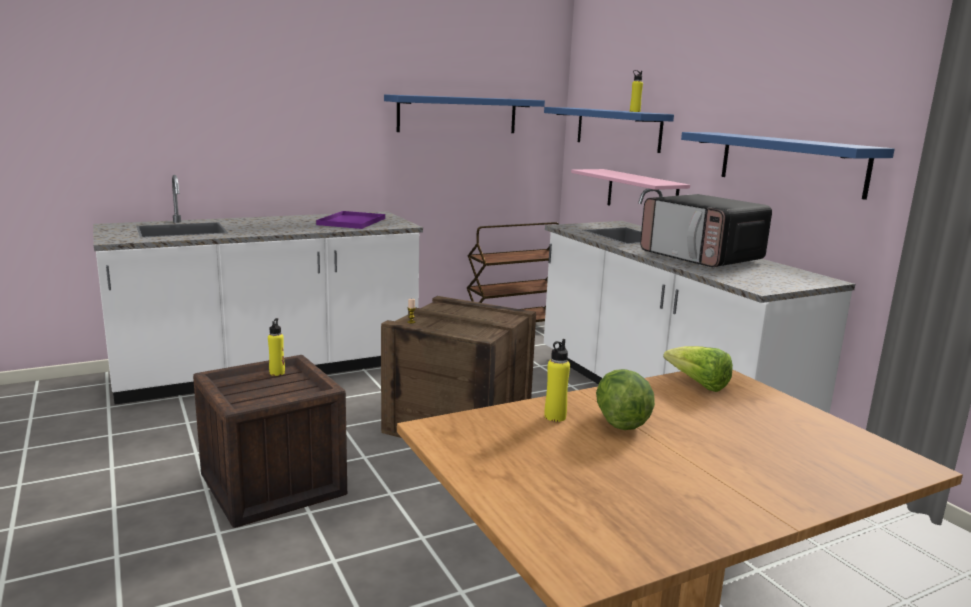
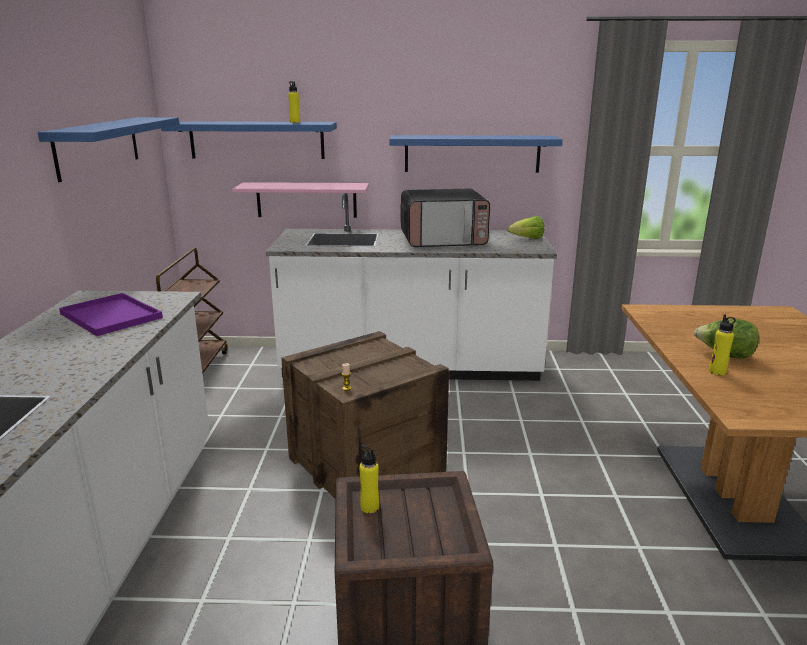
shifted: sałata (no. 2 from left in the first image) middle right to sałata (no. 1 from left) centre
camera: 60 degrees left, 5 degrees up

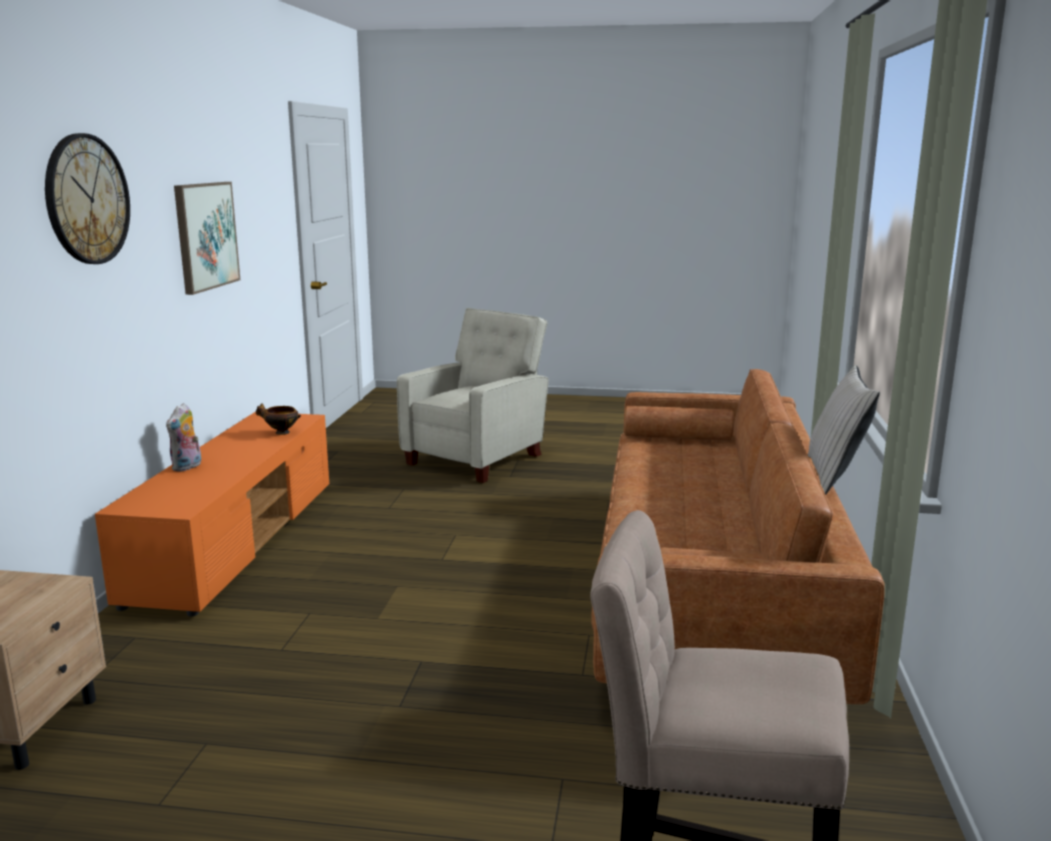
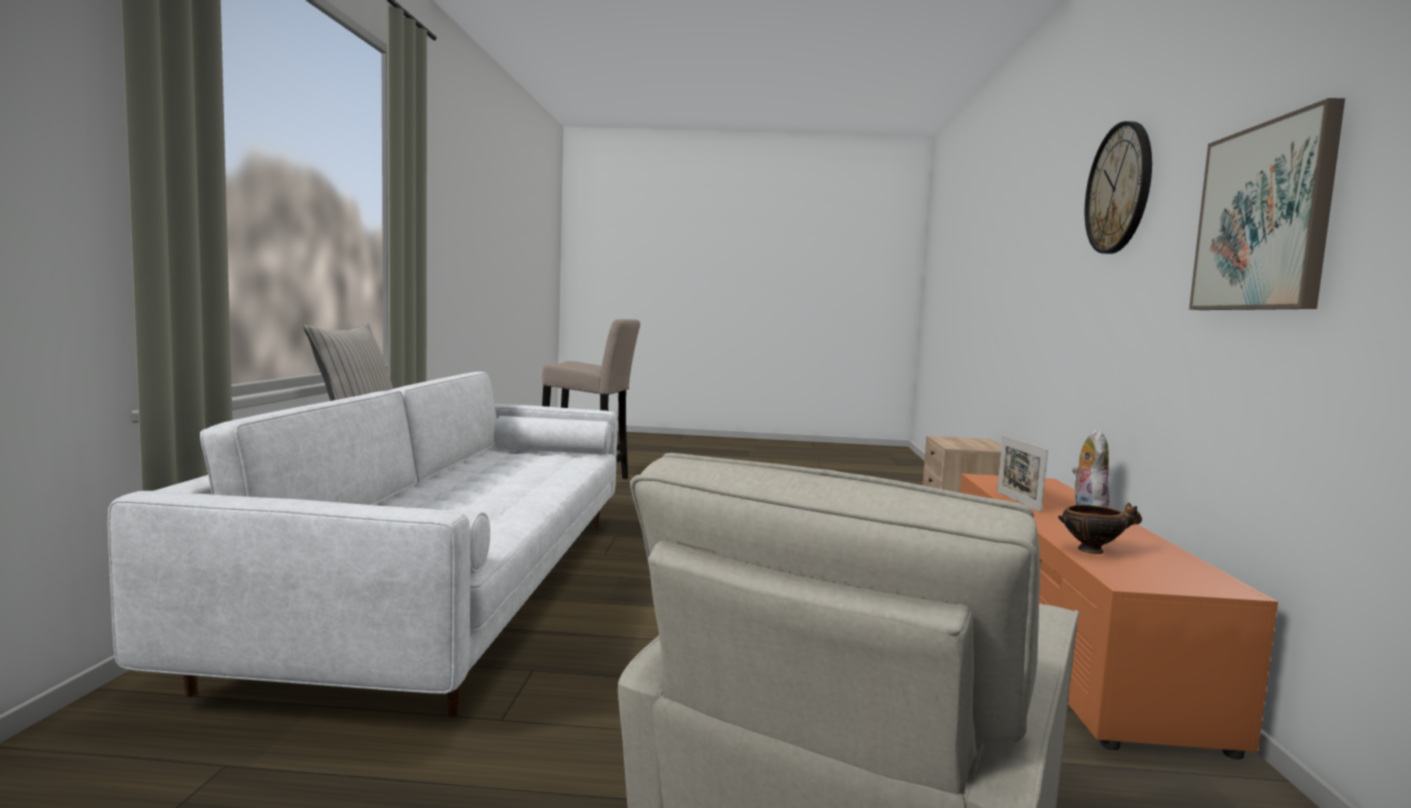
new: ramka na zdjęcie middle right
repainted: kanapa (brązowy) middle right to kanapa (biały) bottom left
camera: 175 degrees right, 10 degrees down

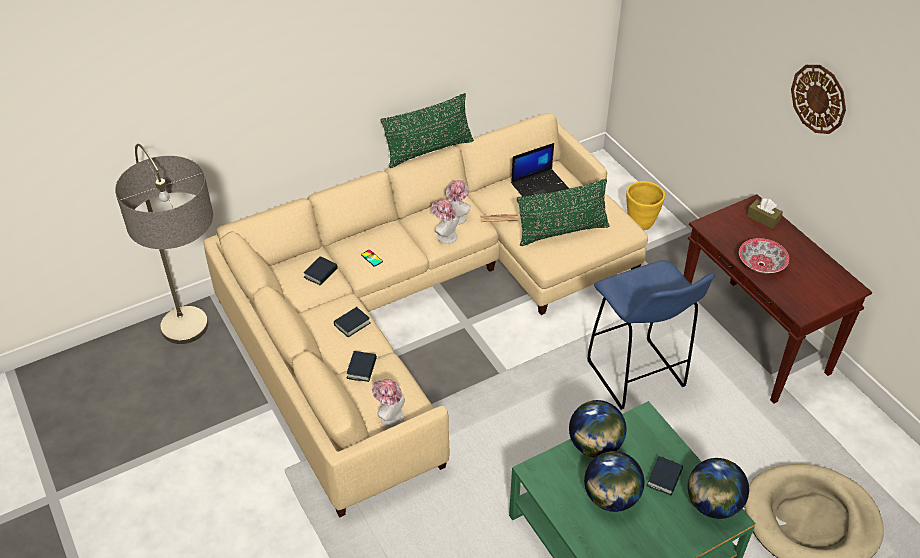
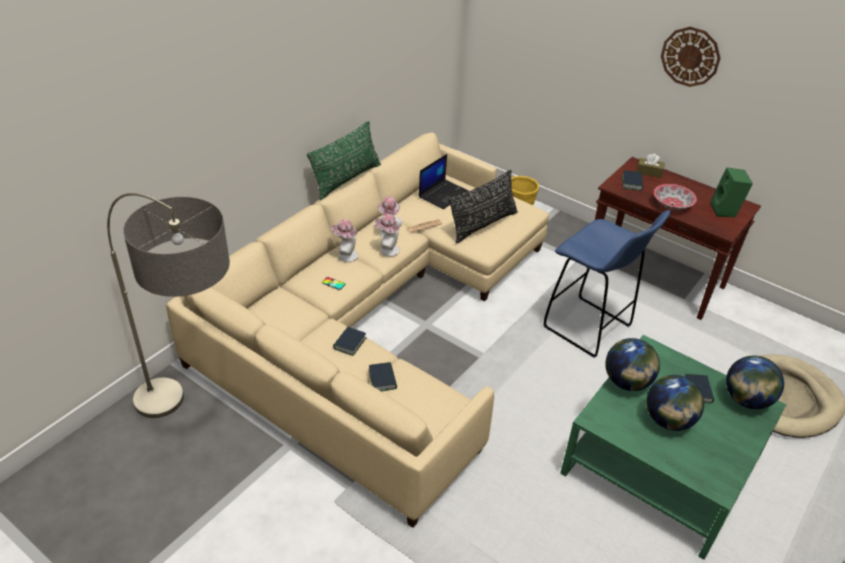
new: głośnik (zielony) middle right
shifted: książka (no. 1 from left in the first image) centre to książka (no. 3 from left) top right; kapelusz (no. 1 from left) bottom centre to centre
repainted: poduszka (zielony) (no. 2 from left) centre to poduszka (czarny) centre
camera: 25 degrees left, 5 degrees down

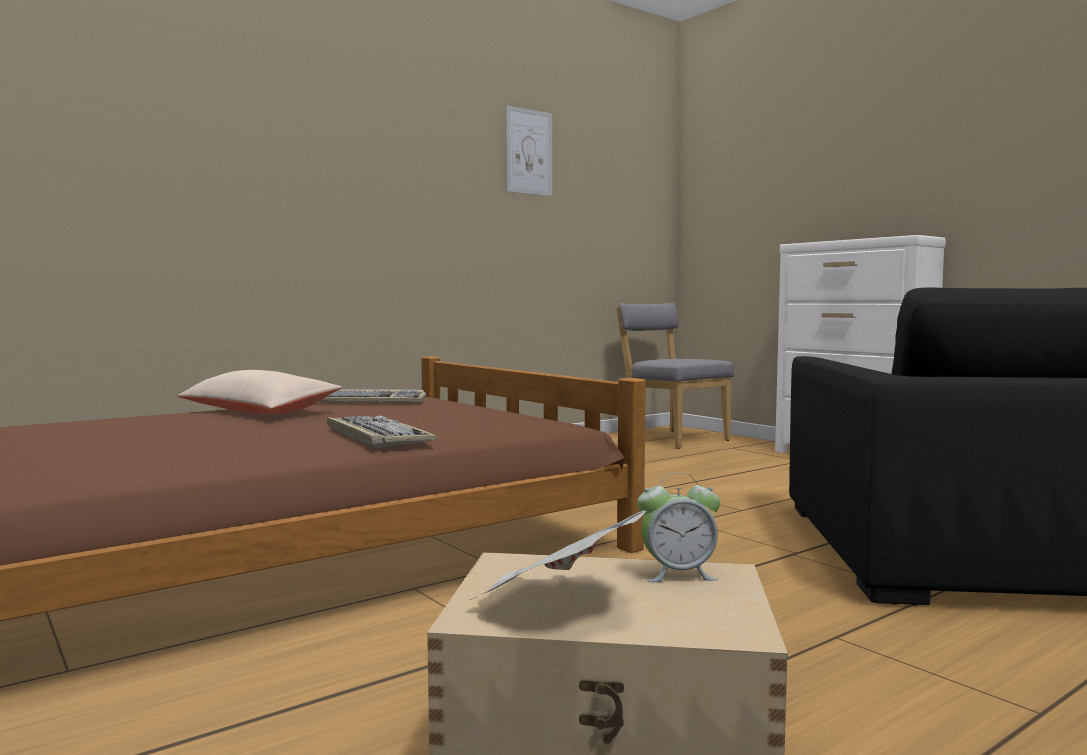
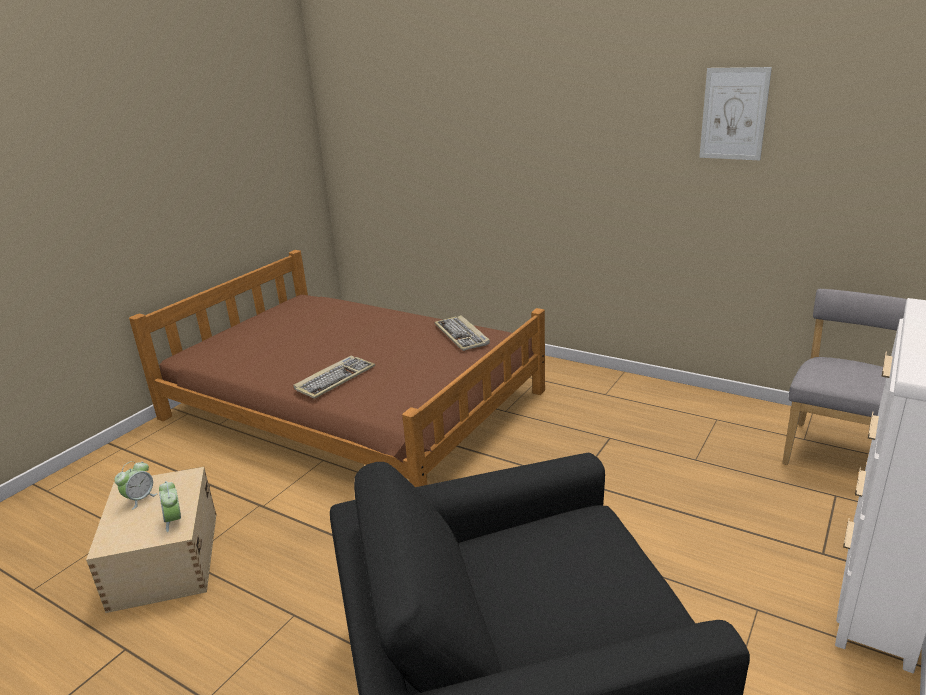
gone: poduszka (beżowy) middle left
swapped: gazeta bottom centre to budzik (no. 1 from left) bottom left
camera: 70 degrees right, 20 degrees up

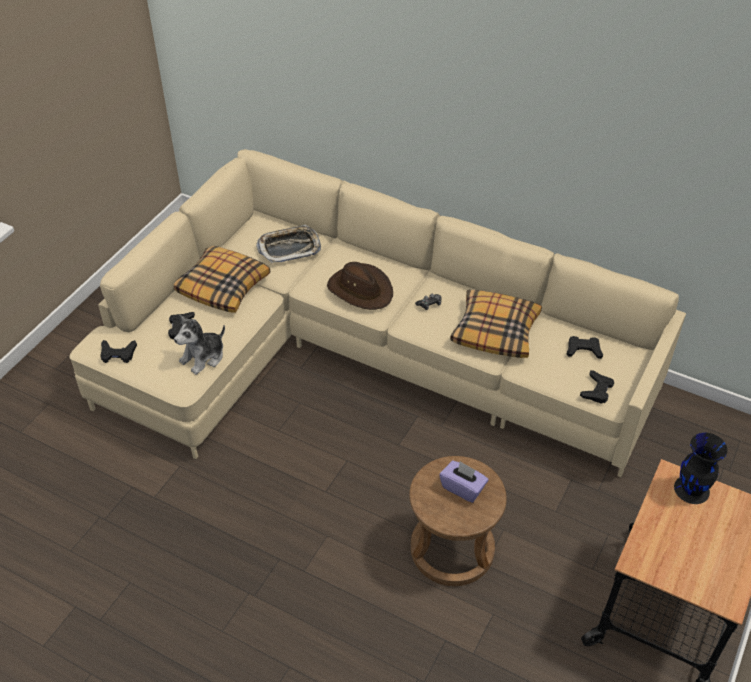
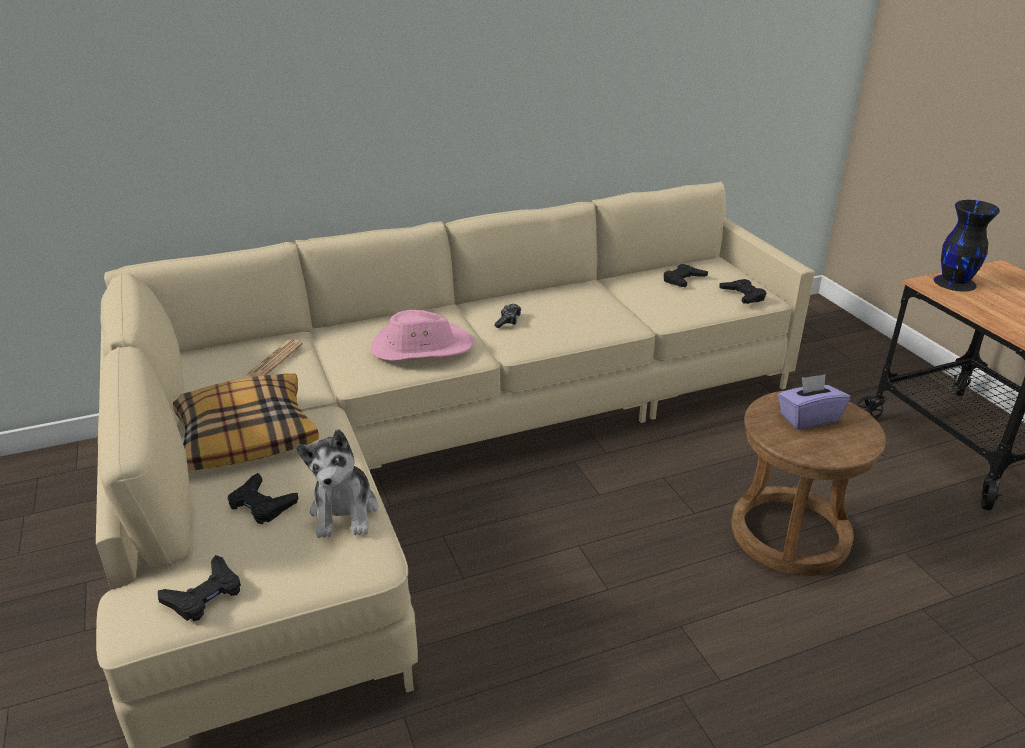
gone: poduszka (no. 2 from left) centre
swapped: taca centre to gazeta middle left
repainted: kapelusz (brązowy) centre to kapelusz (różowy) centre
camera: 50 degrees left, 15 degrees down

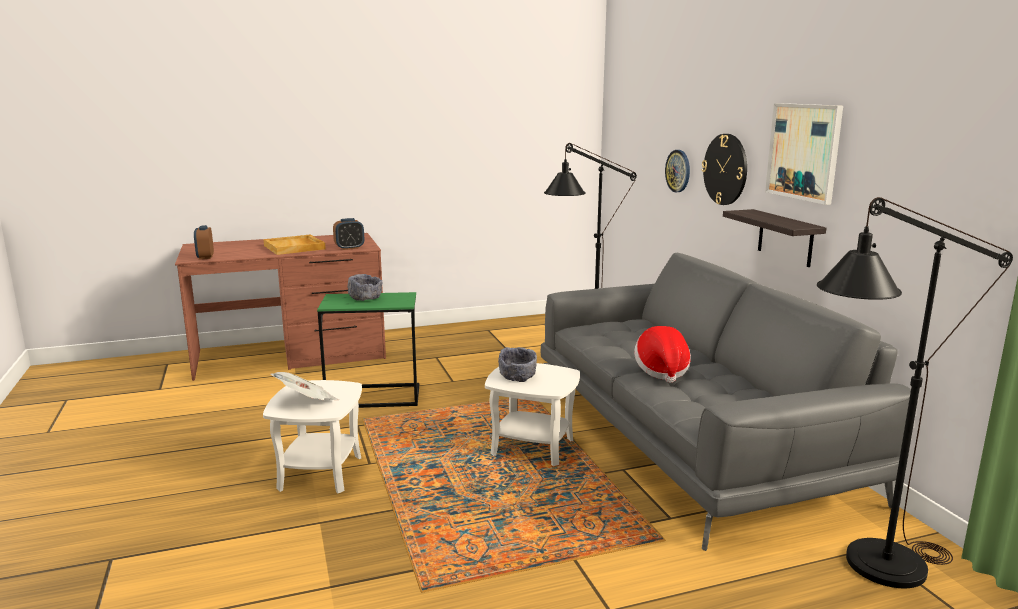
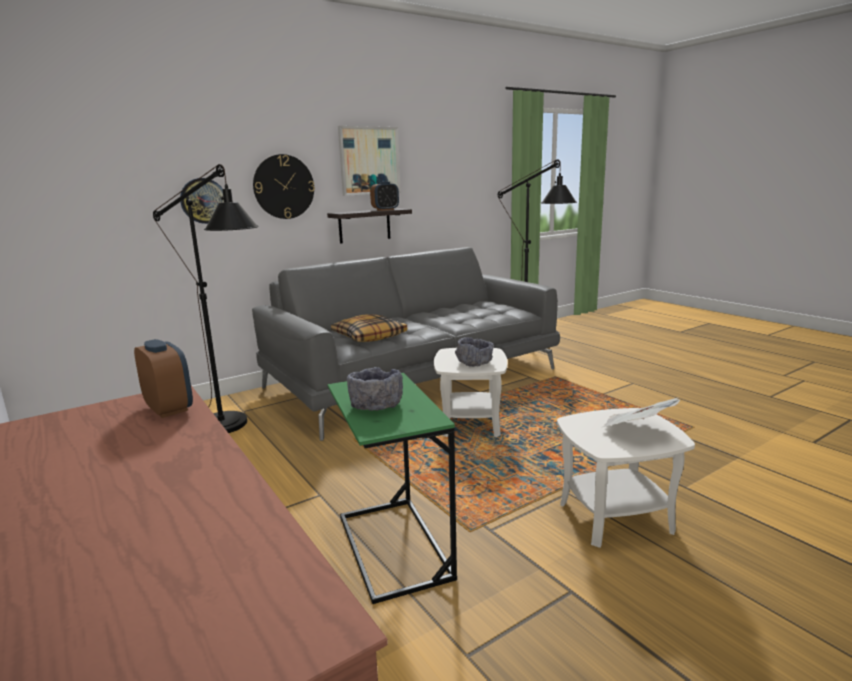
gone: taca (beżowy) middle left; kapelusz centre
new: poduszka centre
shifted: budzik (no. 1 from left in the first image) middle left to budzik (no. 2 from left) top centre
camera: 105 degrees left, 0 degrees up

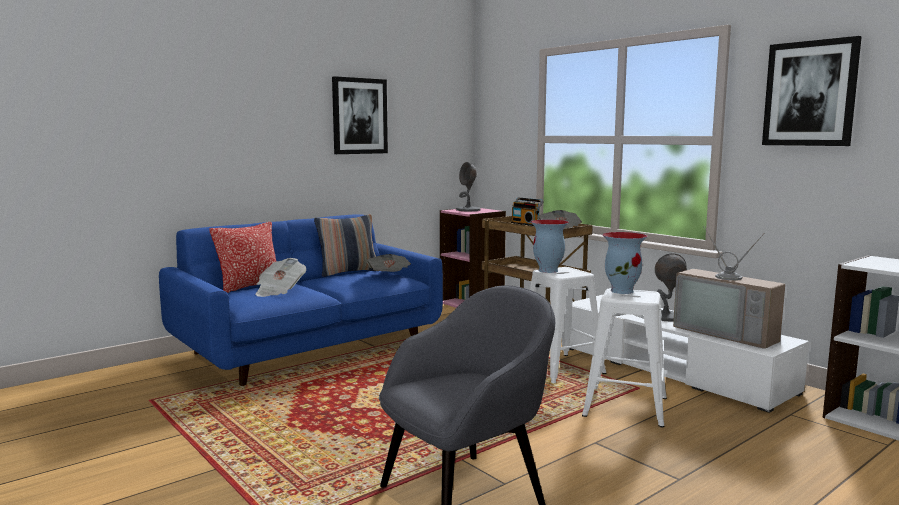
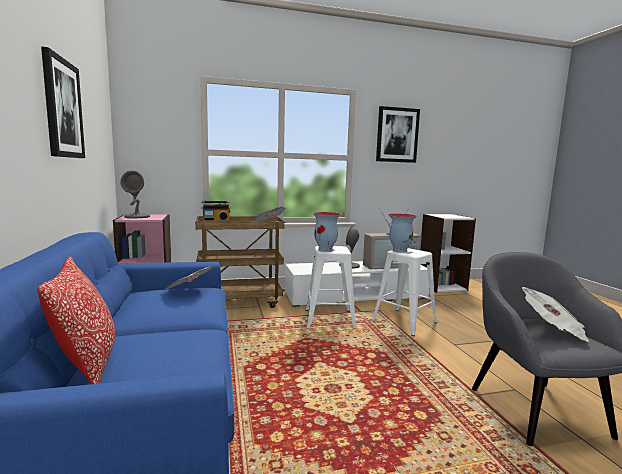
gone: poduszka (no. 2 from left) centre
shifted: gazeta (no. 1 from left in the first image) middle left to gazeta (no. 3 from left) middle right
camera: 65 degrees left, 0 degrees up

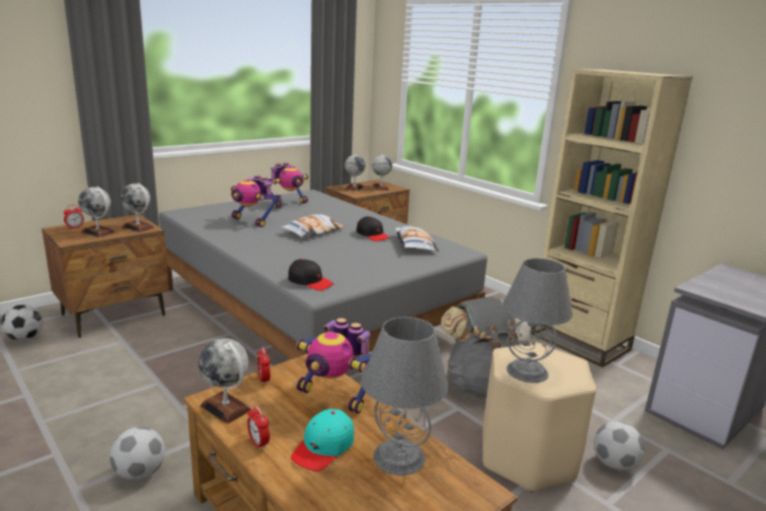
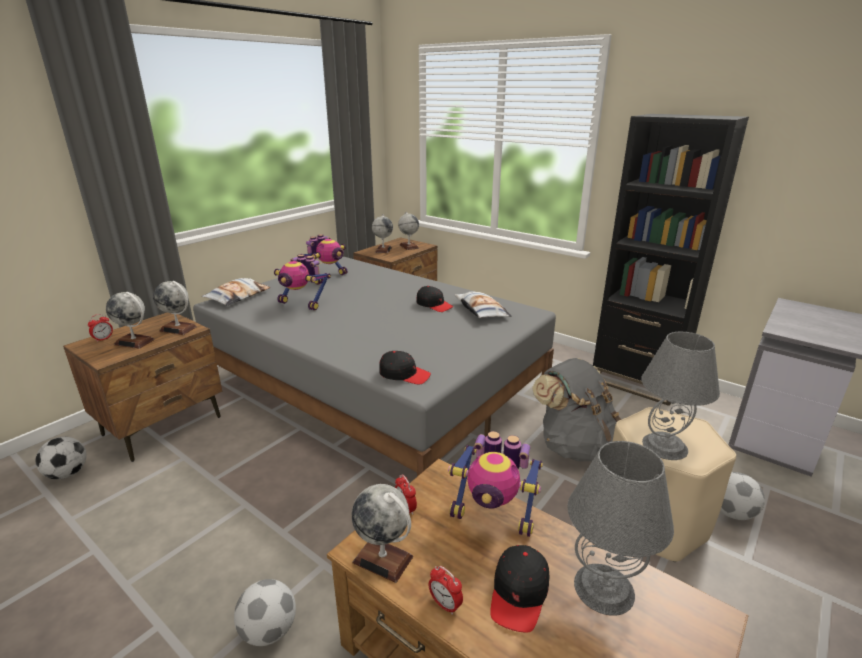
shifted: poduszka (no. 1 from left) centre to middle left
repainted: czapka z daszkiem (turkusowy) bottom centre to czapka z daszkiem (czarny) (no. 3 from left) bottom centre; regał (beżowy) middle right to regał (czarny) middle right
camera: 10 degrees left, 5 degrees up

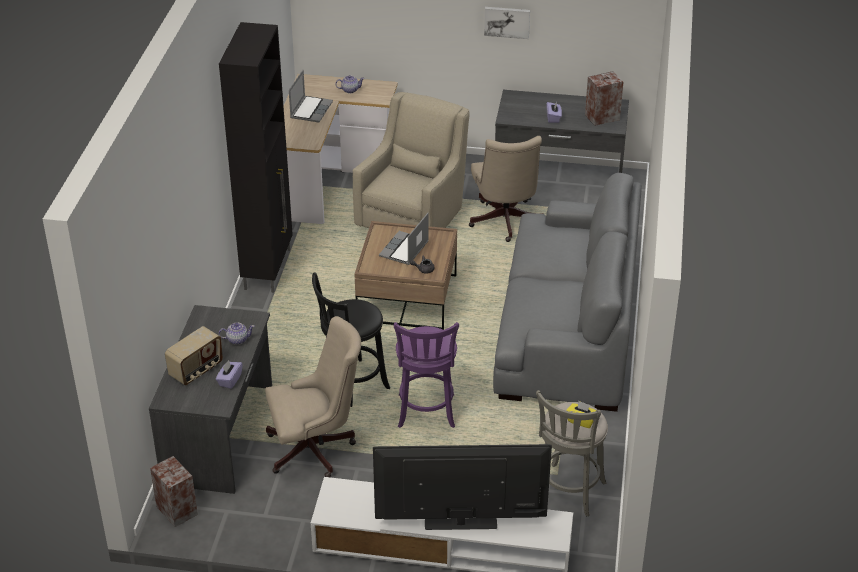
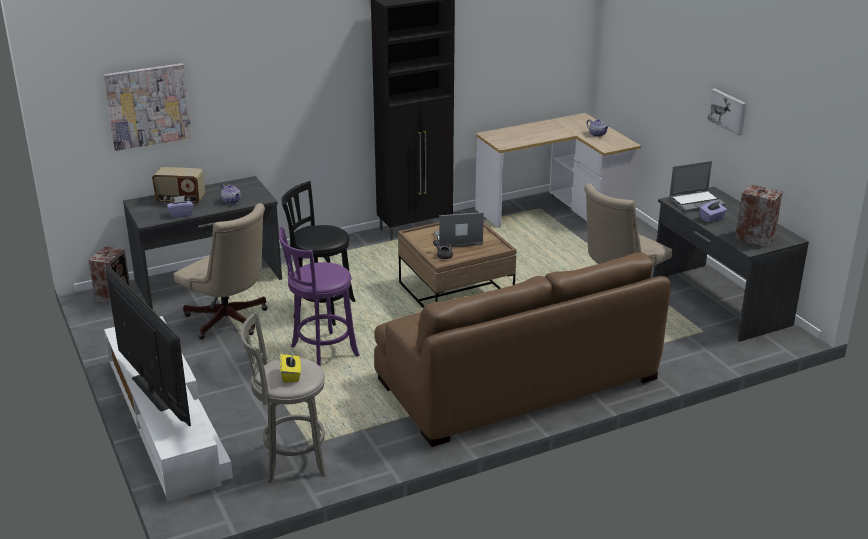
gone: fotel (beżowy) top centre
new: obraz (no. 1 from left) top left
shifted: laptop (no. 1 from left in the first image) top centre to laptop (no. 2 from left) middle right
repainted: kanapa (szary) centre to kanapa (brązowy) centre
camera: 55 degrees right, 10 degrees down

